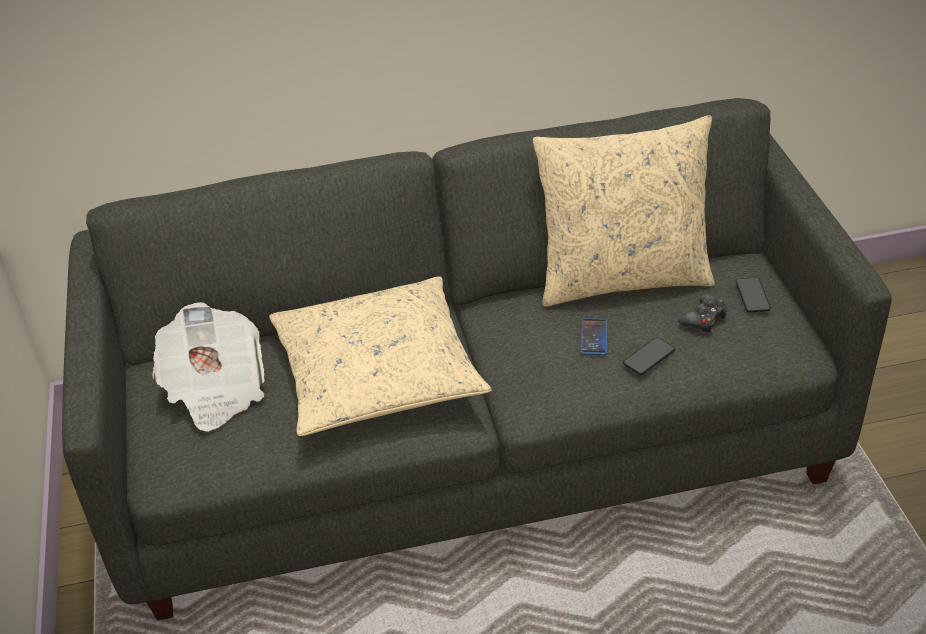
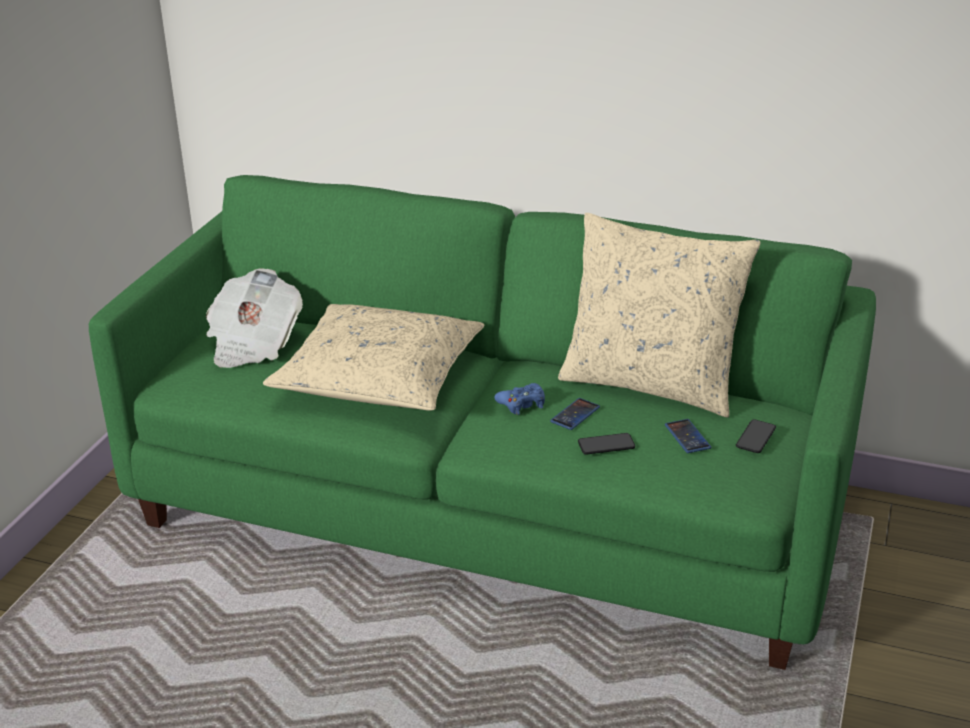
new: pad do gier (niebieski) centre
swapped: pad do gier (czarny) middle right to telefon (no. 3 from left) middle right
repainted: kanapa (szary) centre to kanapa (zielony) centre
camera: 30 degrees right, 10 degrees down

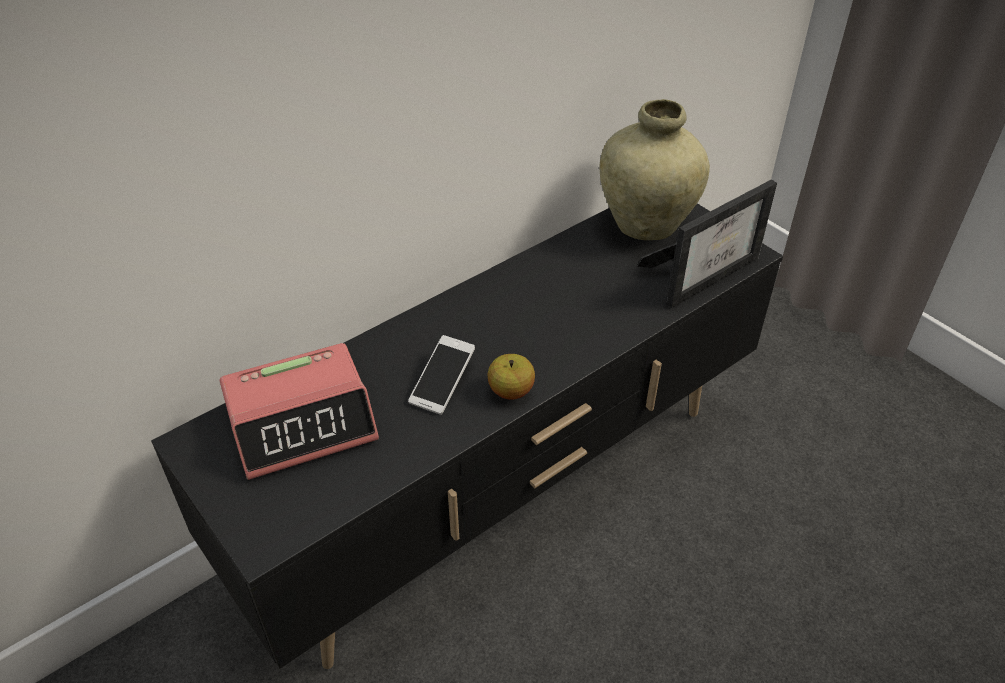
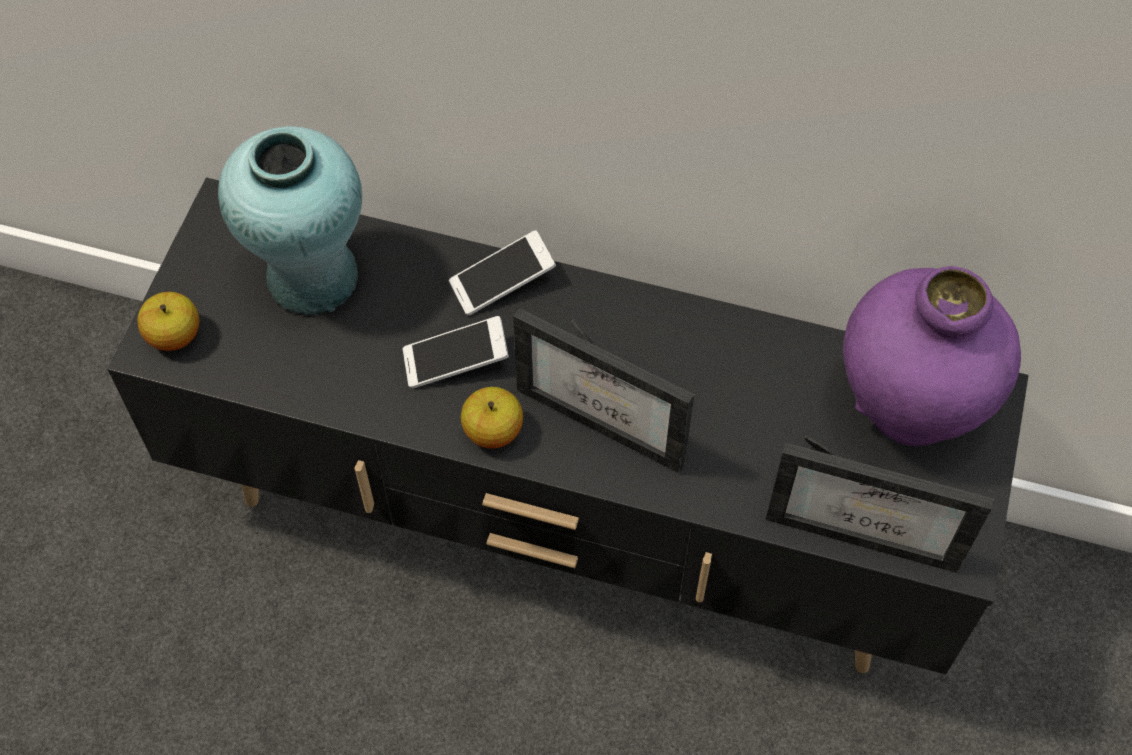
new: jabłko (no. 1 from left) middle left; telefon (no. 2 from left) centre; ramka na zdjęcie (no. 1 from left) centre
swapped: budzik middle left to wazon (turkusowy) top left
repainted: wazon (beżowy) top centre to wazon (fioletowy) middle right
camera: 55 degrees right, 15 degrees up

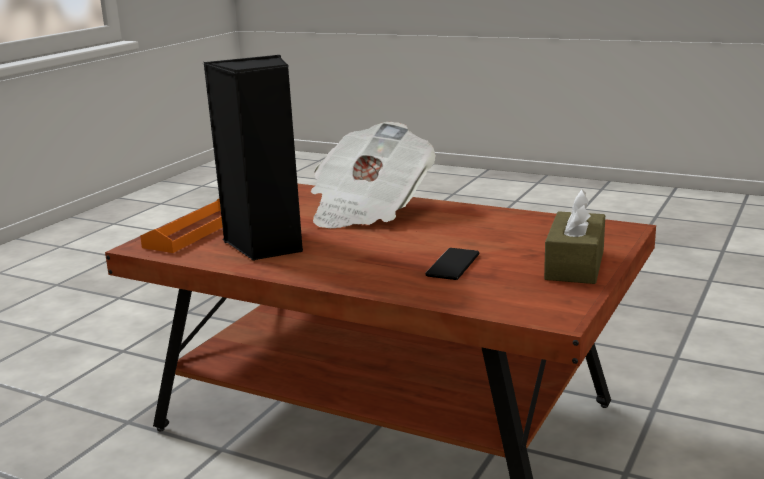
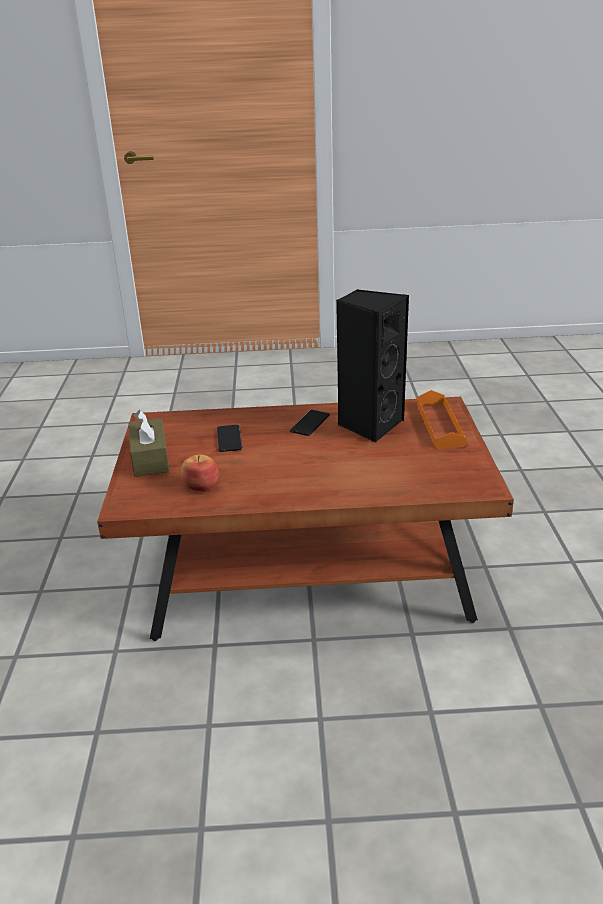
gone: gazeta centre
new: jabłko middle left; telefon (no. 2 from left) centre
camera: 150 degrees right, 10 degrees up

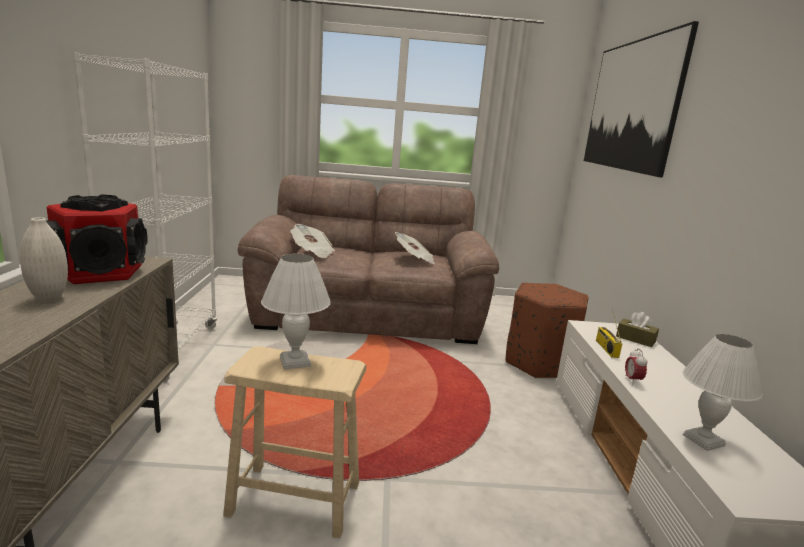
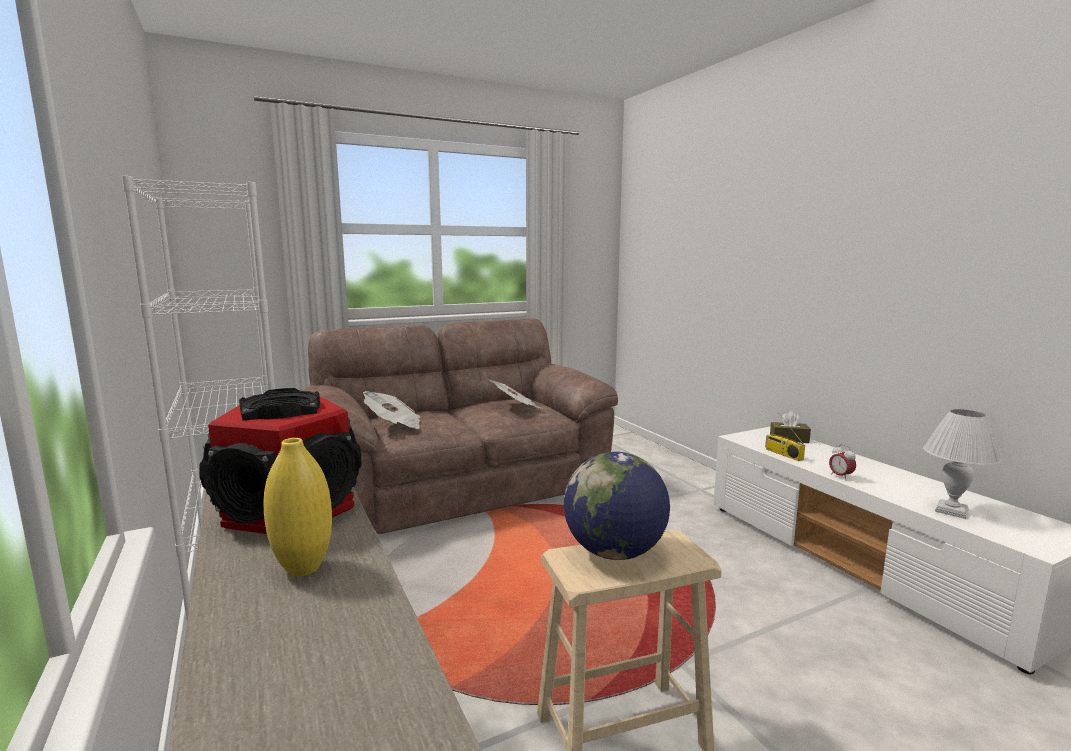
gone: pufa (brązowy) middle right; obraz top right
swapped: lampa stołowa (biały) (no. 1 from left) centre to globus bottom centre
repainted: wazon (biały) middle left to wazon (żółty) bottom left
camera: 25 degrees left, 5 degrees down

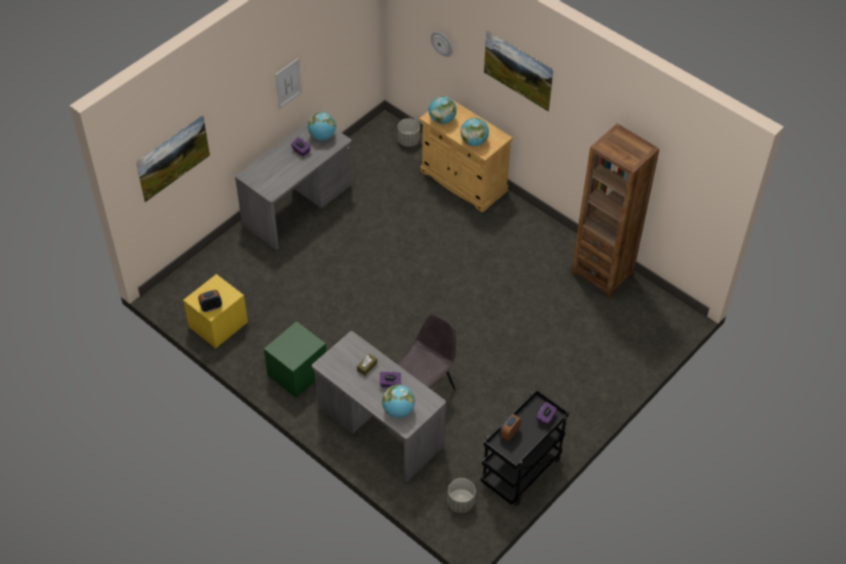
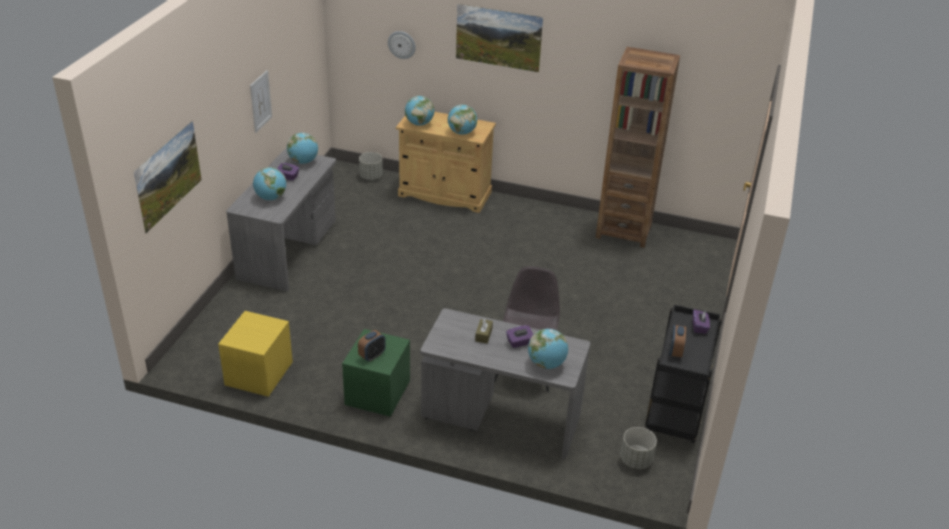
new: globus (no. 1 from left) middle left
shifted: budzik (no. 1 from left) middle left to centre
camera: 25 degrees left, 15 degrees down

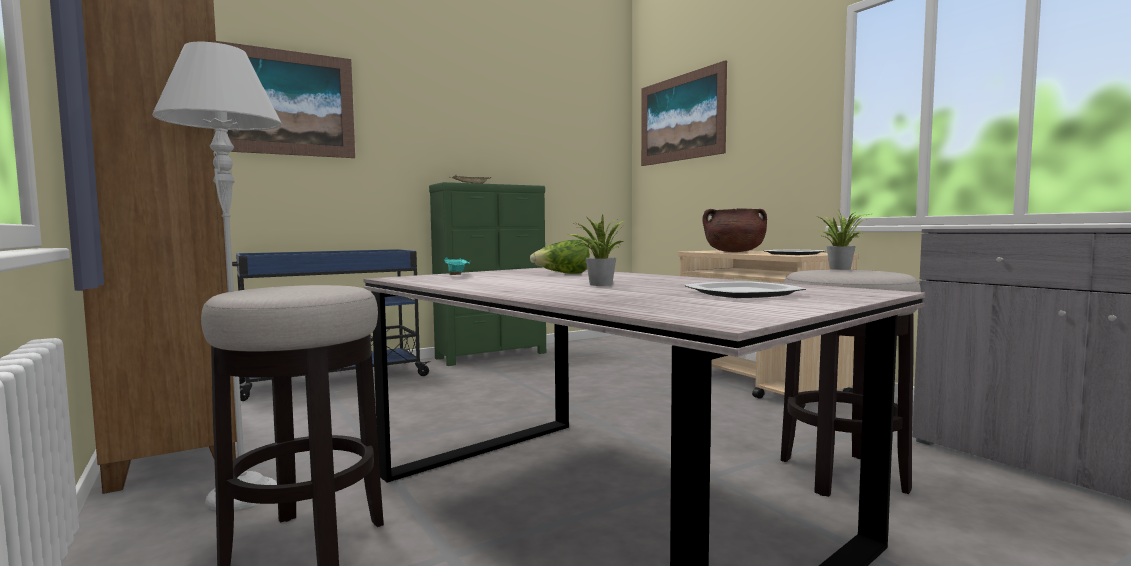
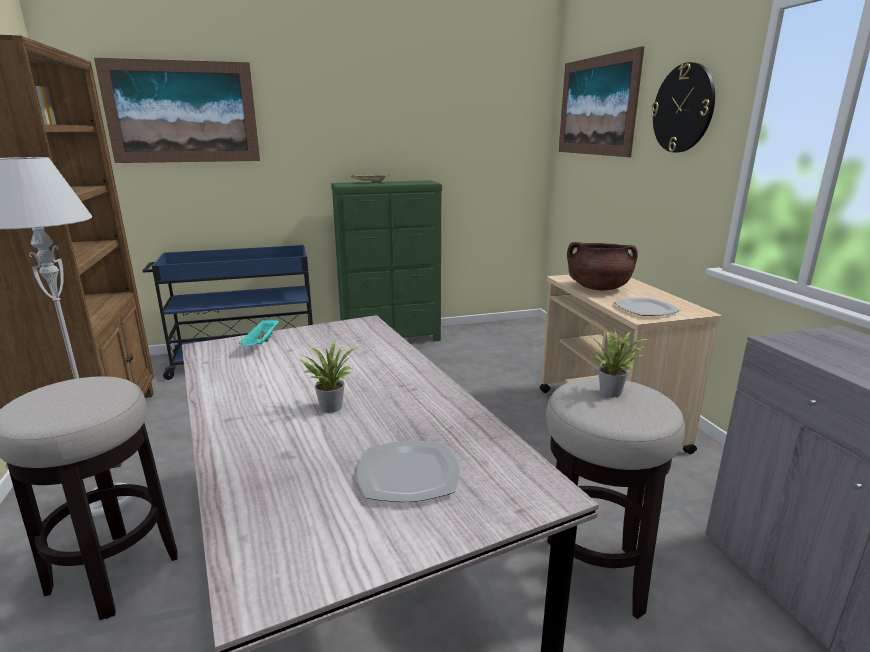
gone: sałata centre
new: zegar ścienny top right
camera: 15 degrees right, 15 degrees up

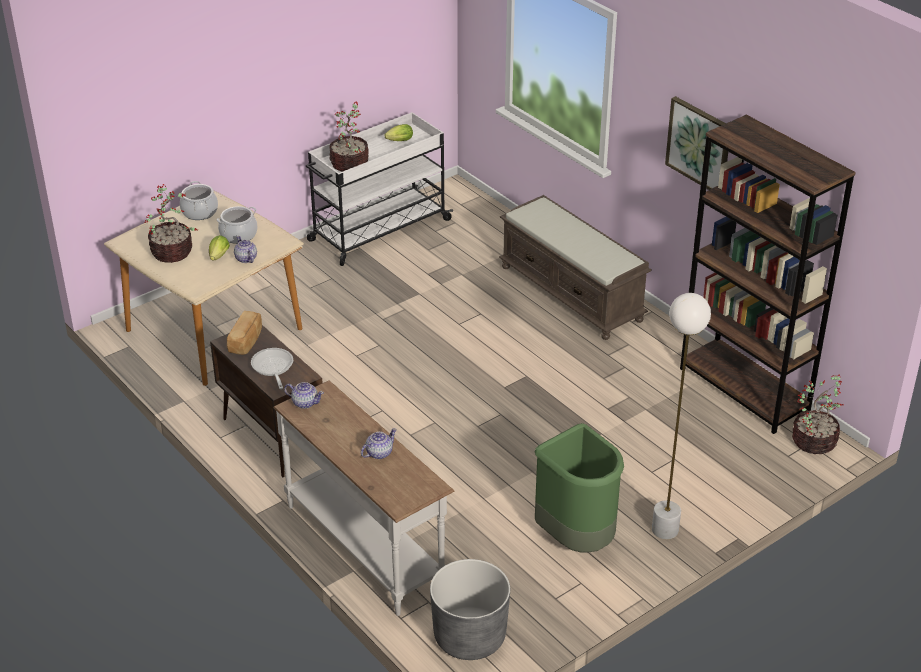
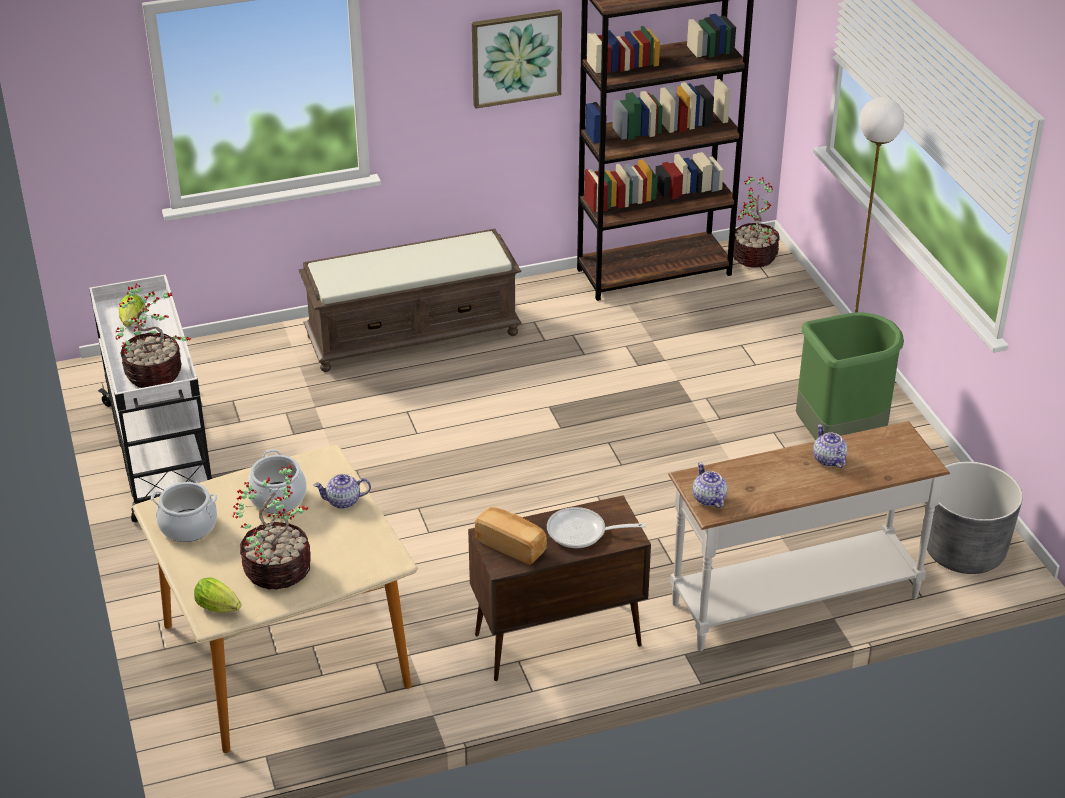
shifted: sałata (no. 1 from left in the first image) middle left to sałata (no. 2 from left) bottom left
rotated: imbryk (no. 2 from left) middle left = middle right 60 degrees counterclockwise
camera: 70 degrees left, 0 degrees up

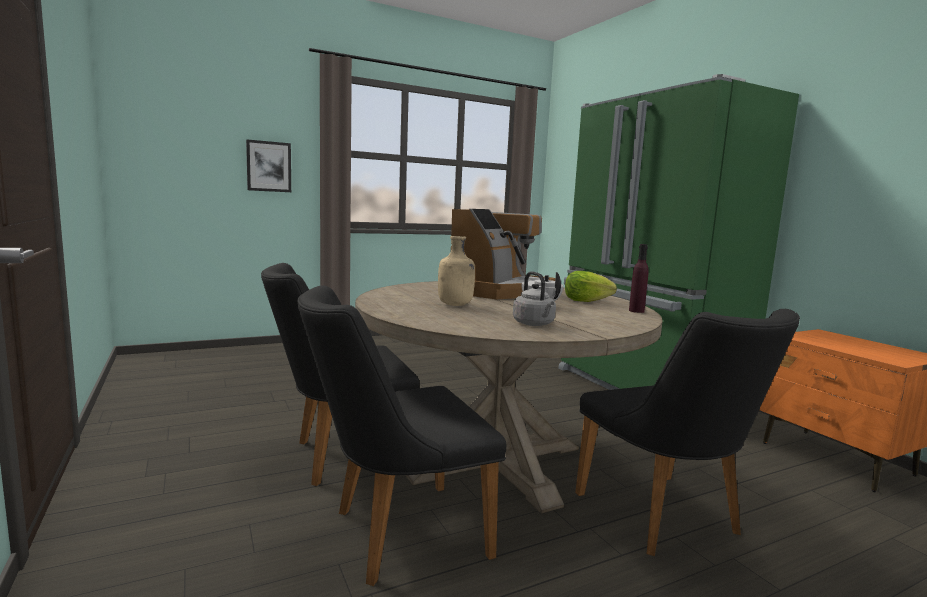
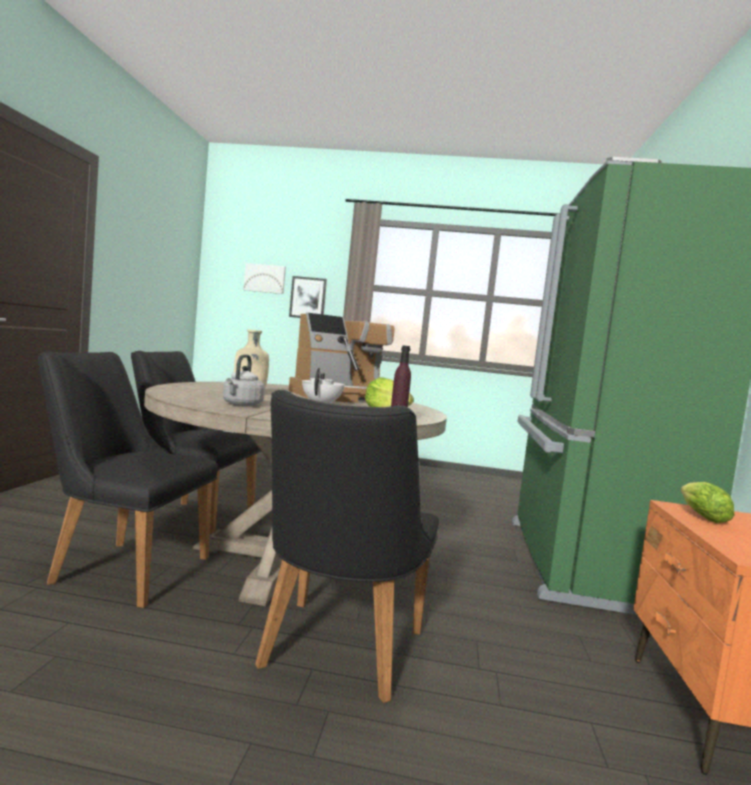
new: obraz (no. 1 from left) centre; sałata (no. 2 from left) middle right
camera: 35 degrees right, 5 degrees down

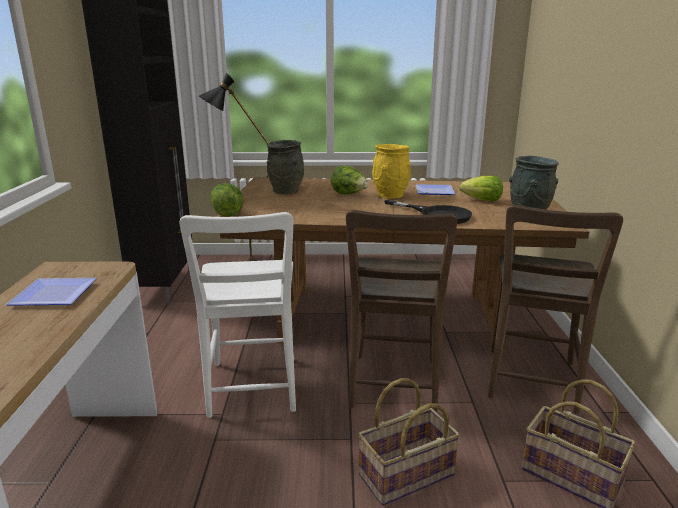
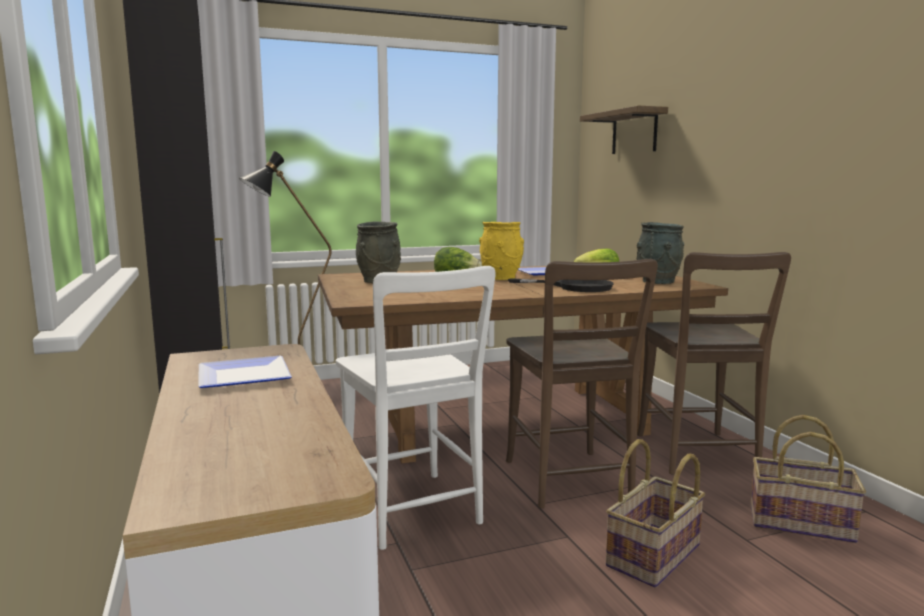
gone: sałata (no. 1 from left) centre
new: półka top right
camera: 20 degrees left, 10 degrees down

